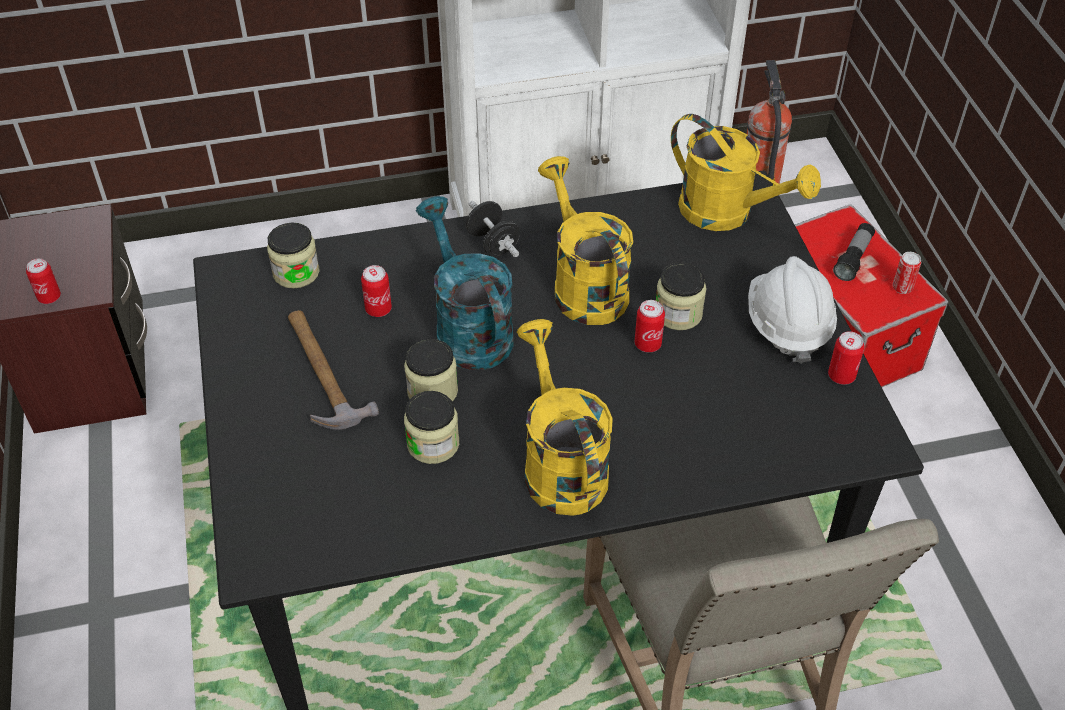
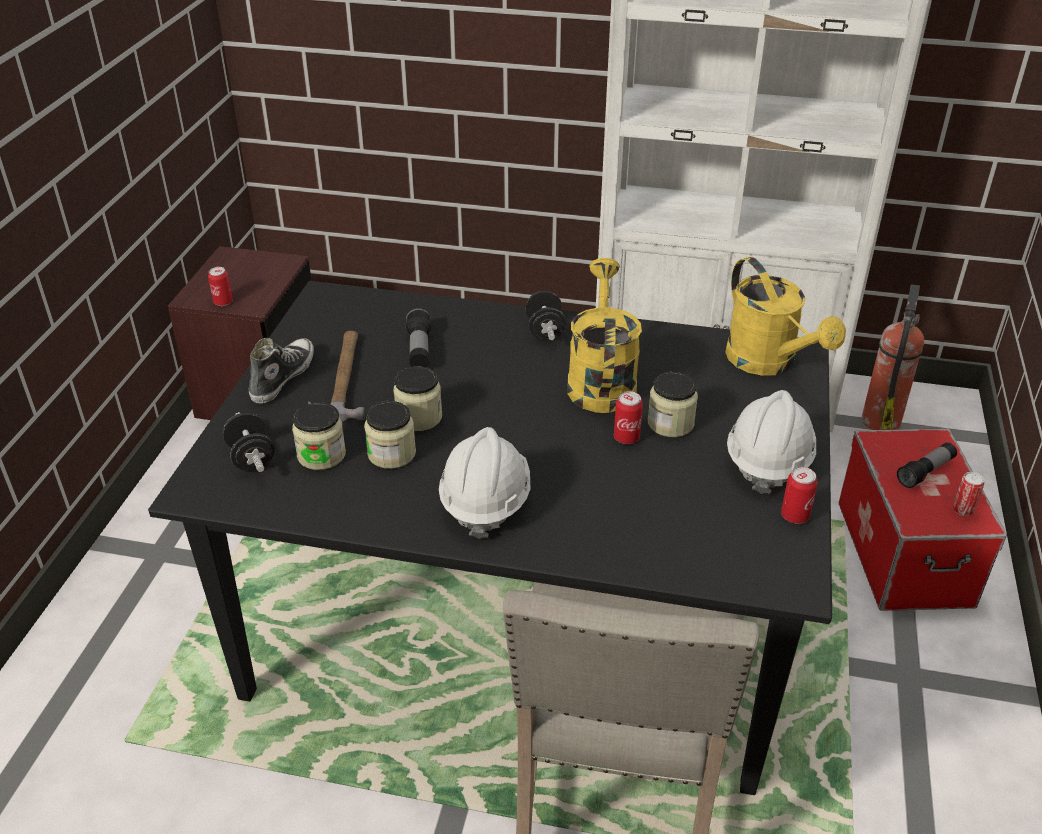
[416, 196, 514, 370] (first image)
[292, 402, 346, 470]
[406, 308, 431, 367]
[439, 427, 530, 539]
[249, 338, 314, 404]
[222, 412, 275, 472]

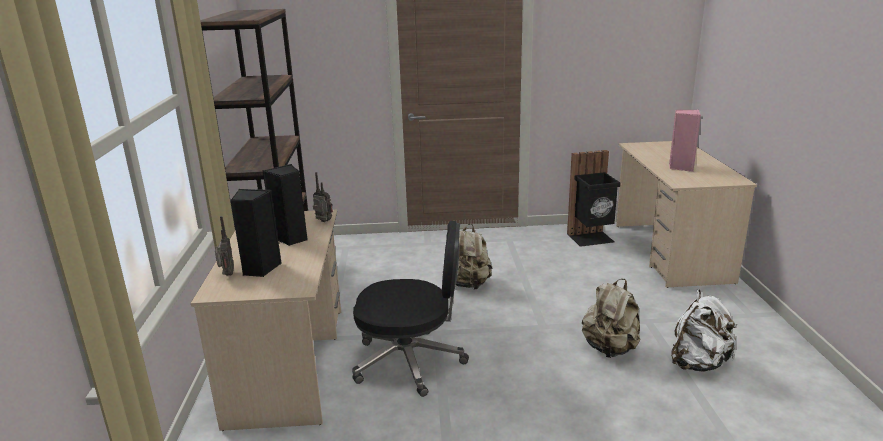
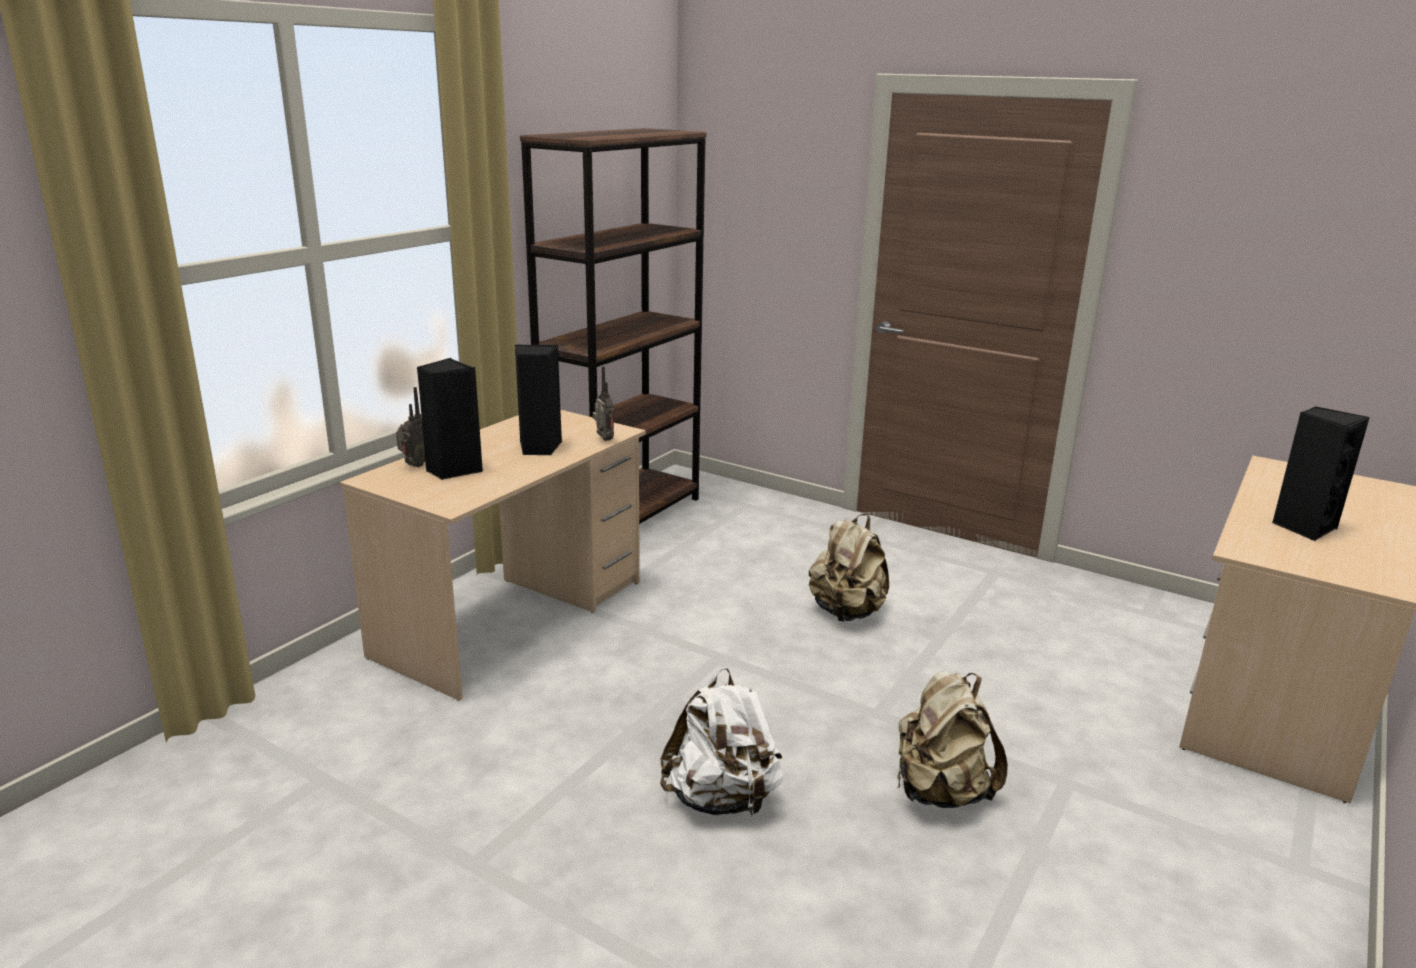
[1272, 406, 1370, 541]
[567, 150, 621, 247] (first image)
[352, 221, 469, 397] (first image)
[660, 667, 783, 815]

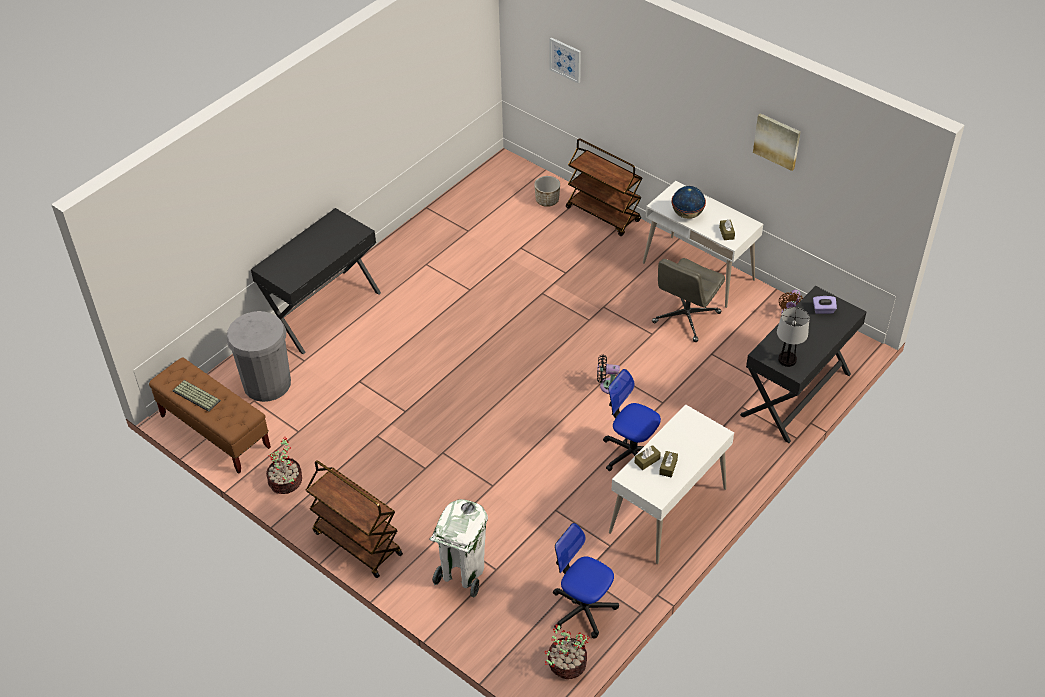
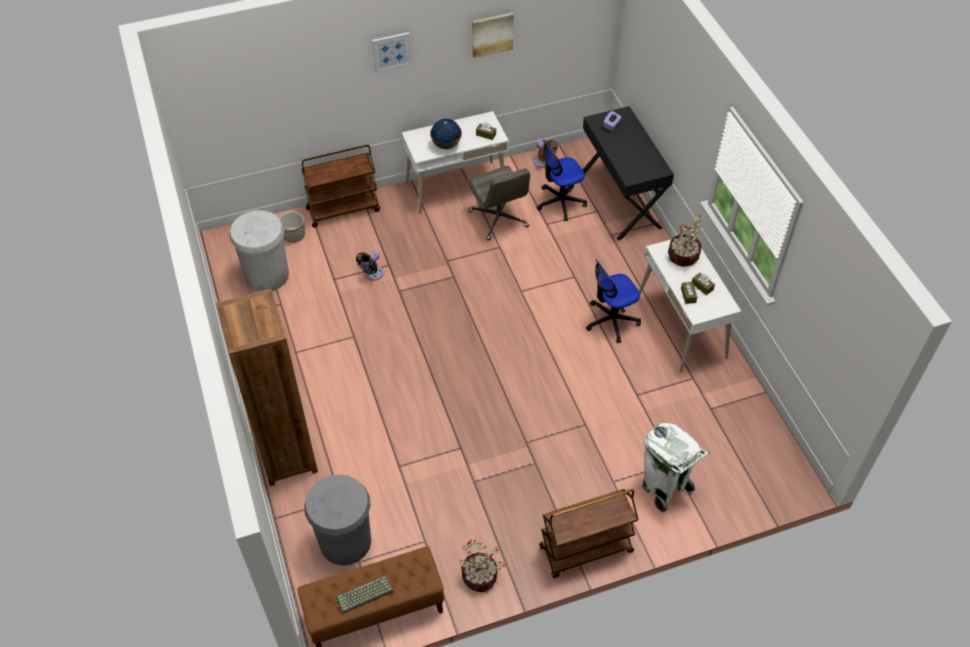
[372, 32, 412, 72]
[216, 289, 318, 486]
[777, 307, 809, 367] (first image)
[356, 251, 384, 281]
[537, 139, 587, 221]
[668, 215, 701, 267]
[229, 210, 289, 292]

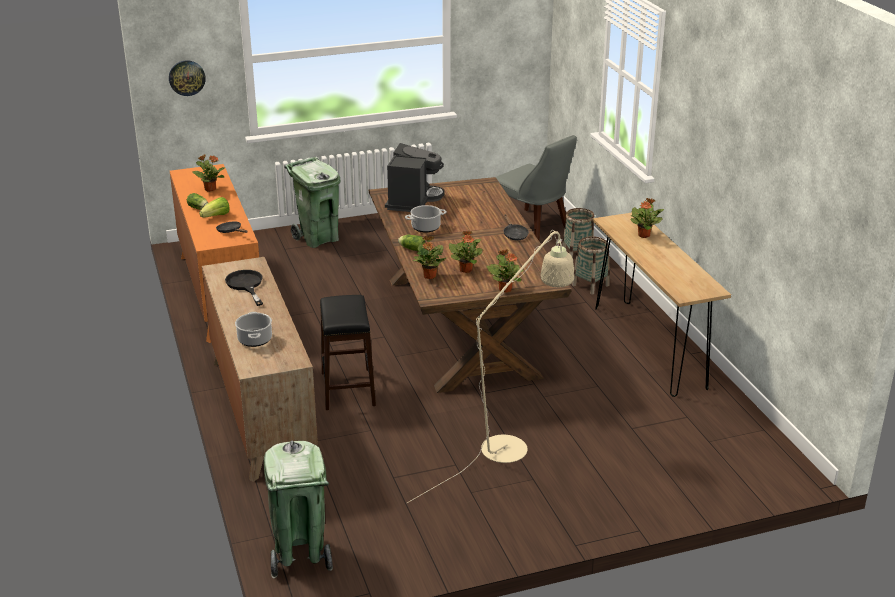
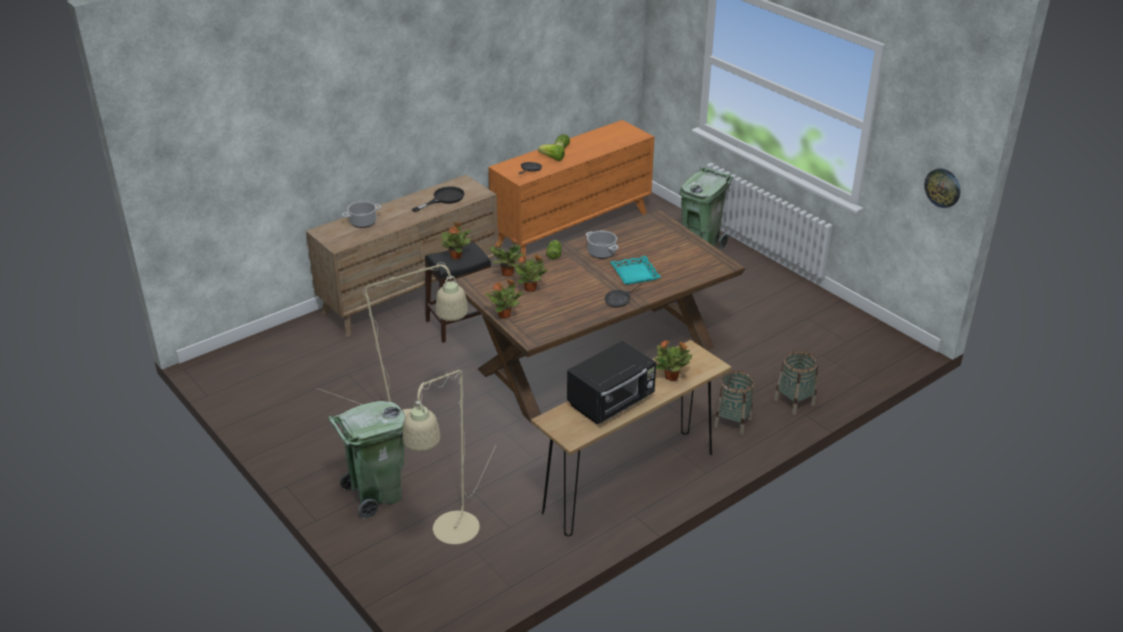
[924, 168, 960, 208]
[496, 135, 577, 241] (first image)
[385, 143, 444, 212] (first image)
[441, 222, 471, 260]
[328, 401, 406, 519]
[610, 256, 661, 285]
[567, 341, 656, 424]
[403, 370, 496, 545]

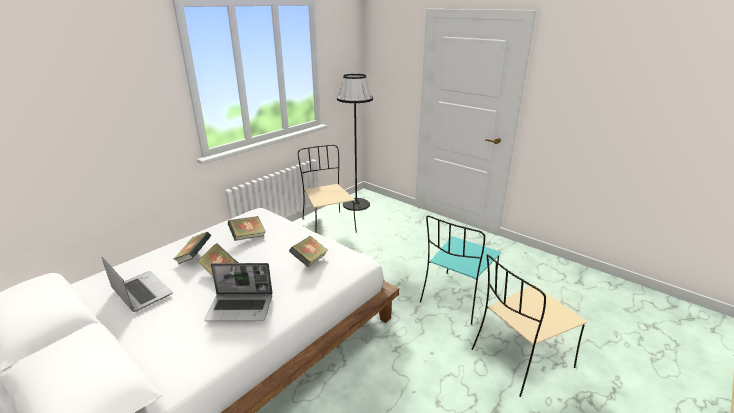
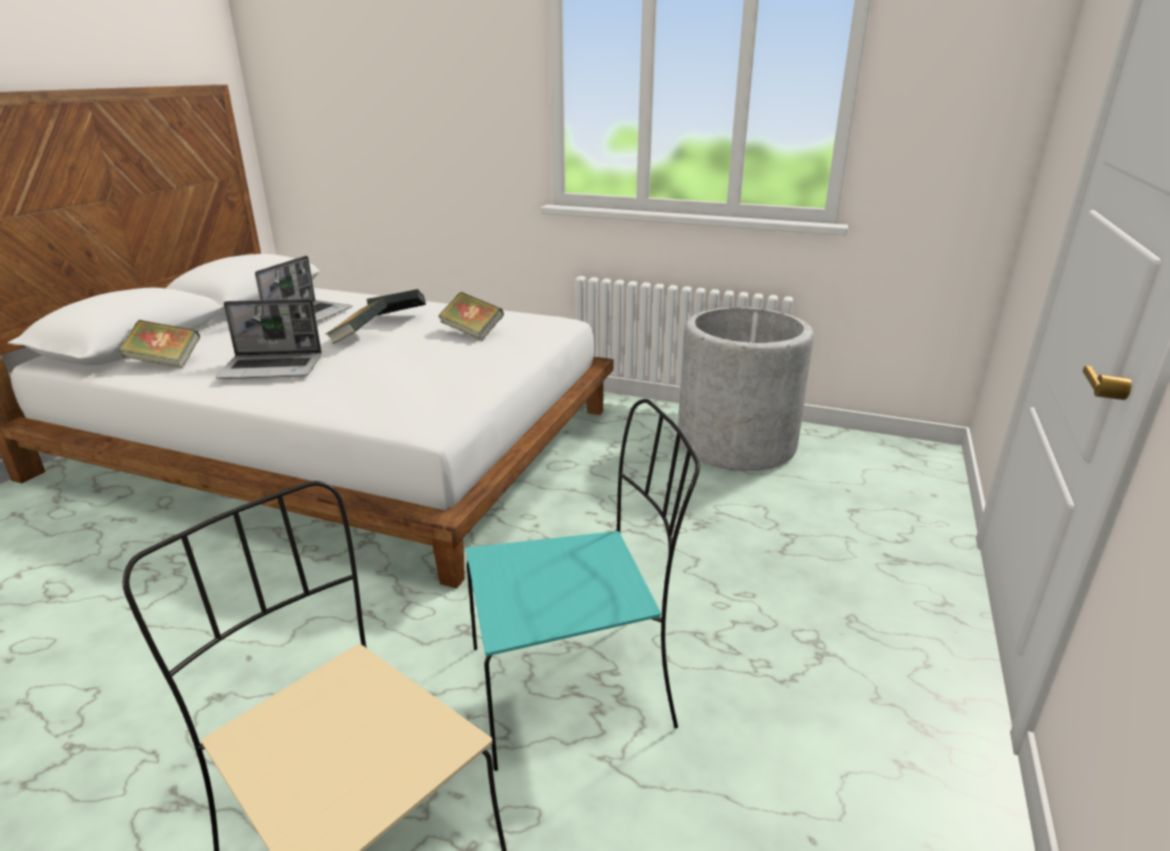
[337, 74, 373, 211] (first image)
[678, 307, 814, 471]
[466, 399, 700, 771]
[118, 320, 200, 368]
[216, 299, 322, 379]

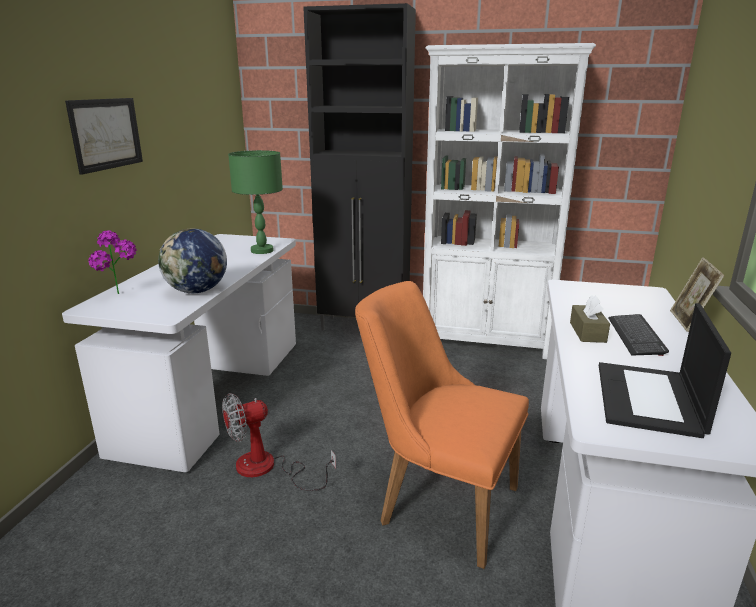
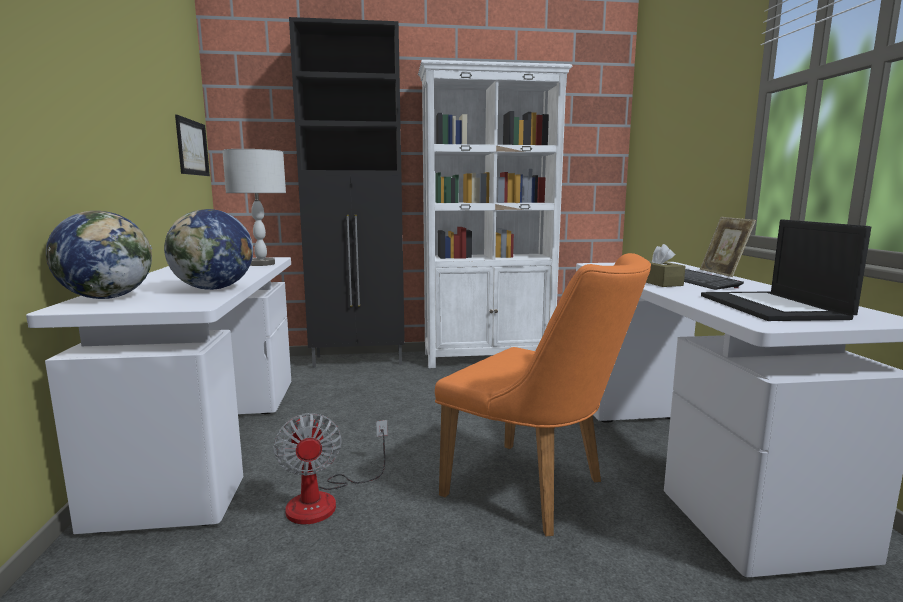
[175, 115, 210, 176]
[222, 149, 286, 266]
[46, 211, 152, 299]
[435, 253, 651, 536]
[273, 413, 387, 524]

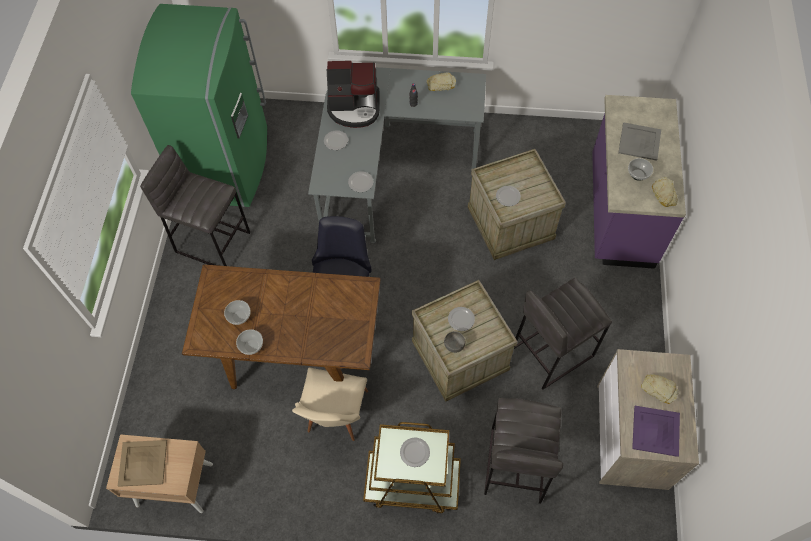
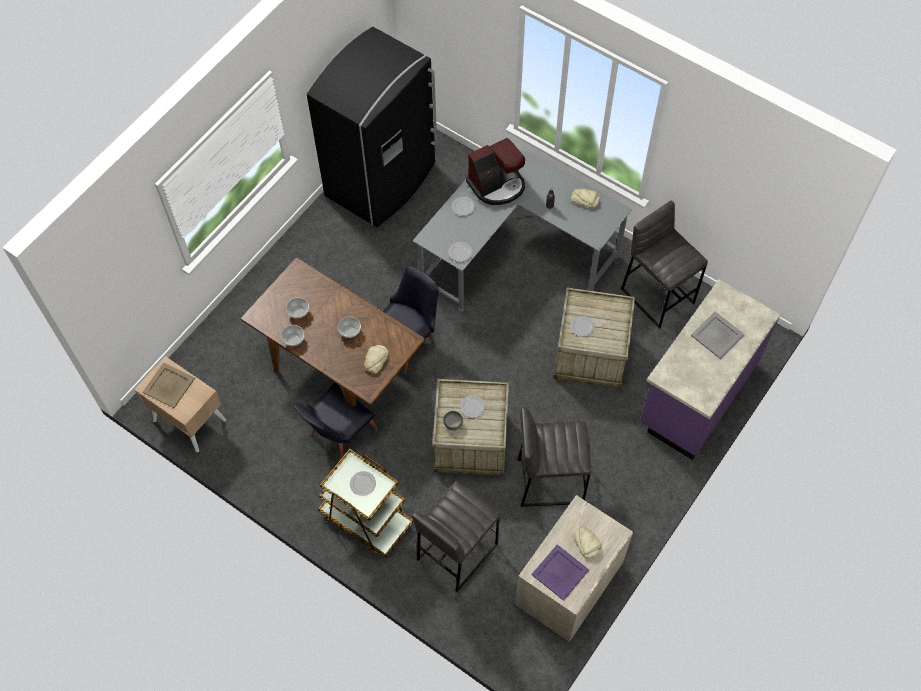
[307, 27, 437, 227]
[466, 138, 525, 205]
[621, 200, 708, 329]
[338, 317, 361, 338]
[364, 345, 389, 374]
[293, 383, 378, 459]

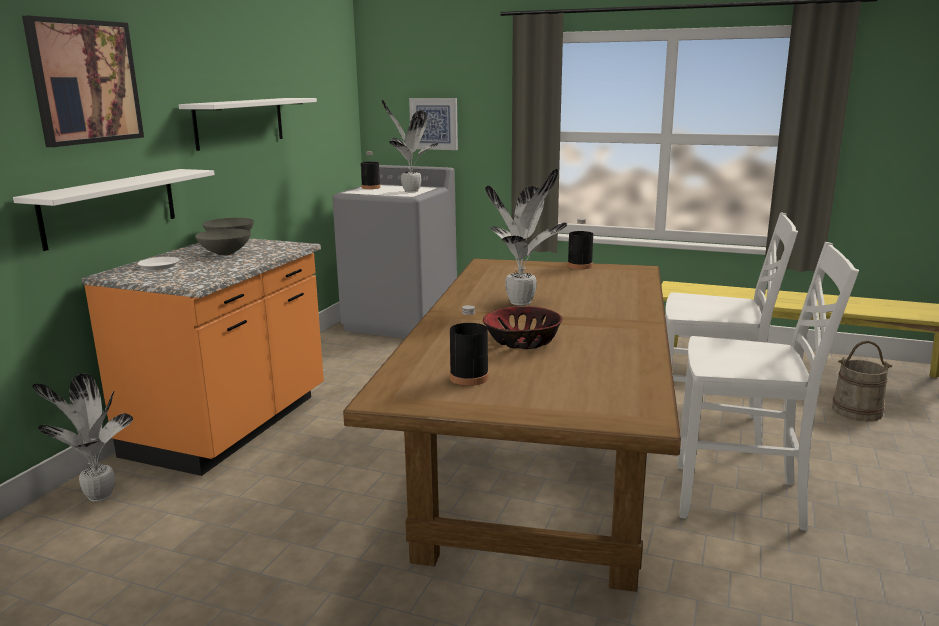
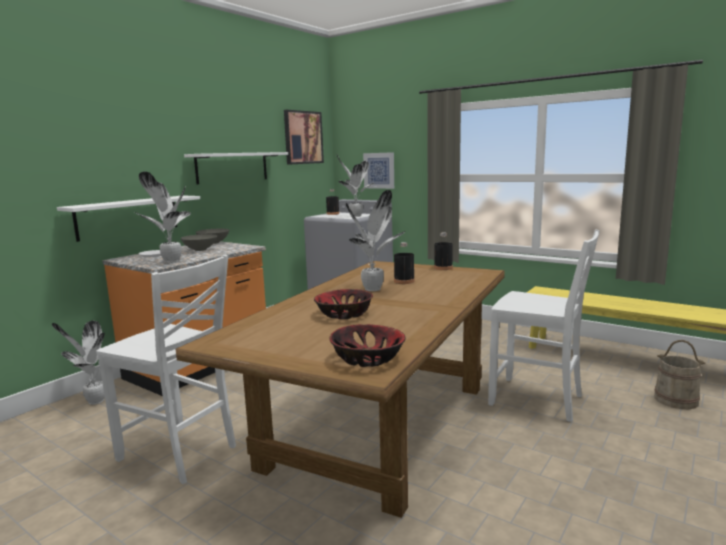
[284, 110, 324, 165]
[96, 255, 236, 484]
[394, 242, 415, 284]
[135, 172, 191, 263]
[330, 324, 406, 367]

